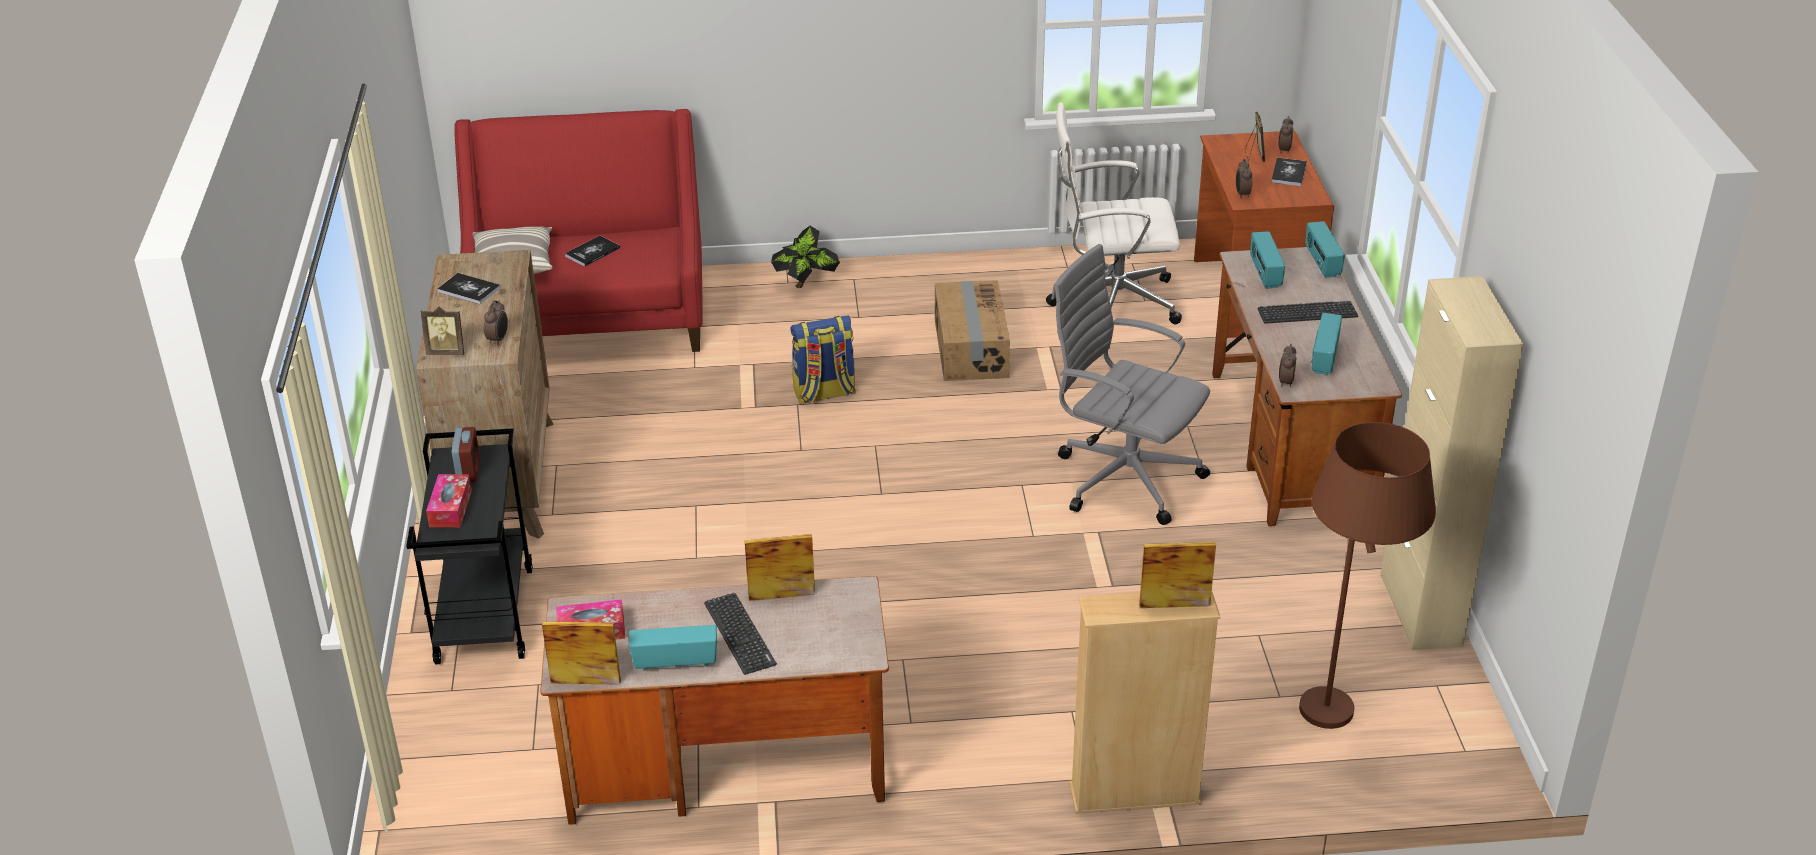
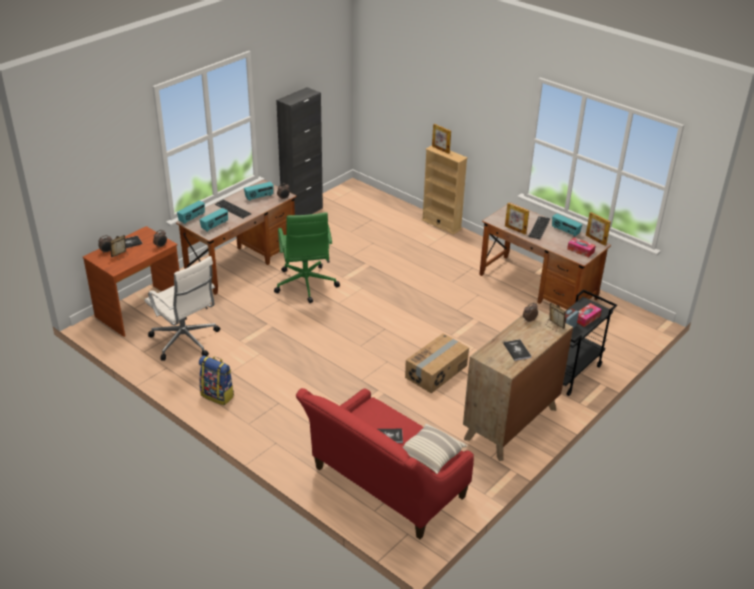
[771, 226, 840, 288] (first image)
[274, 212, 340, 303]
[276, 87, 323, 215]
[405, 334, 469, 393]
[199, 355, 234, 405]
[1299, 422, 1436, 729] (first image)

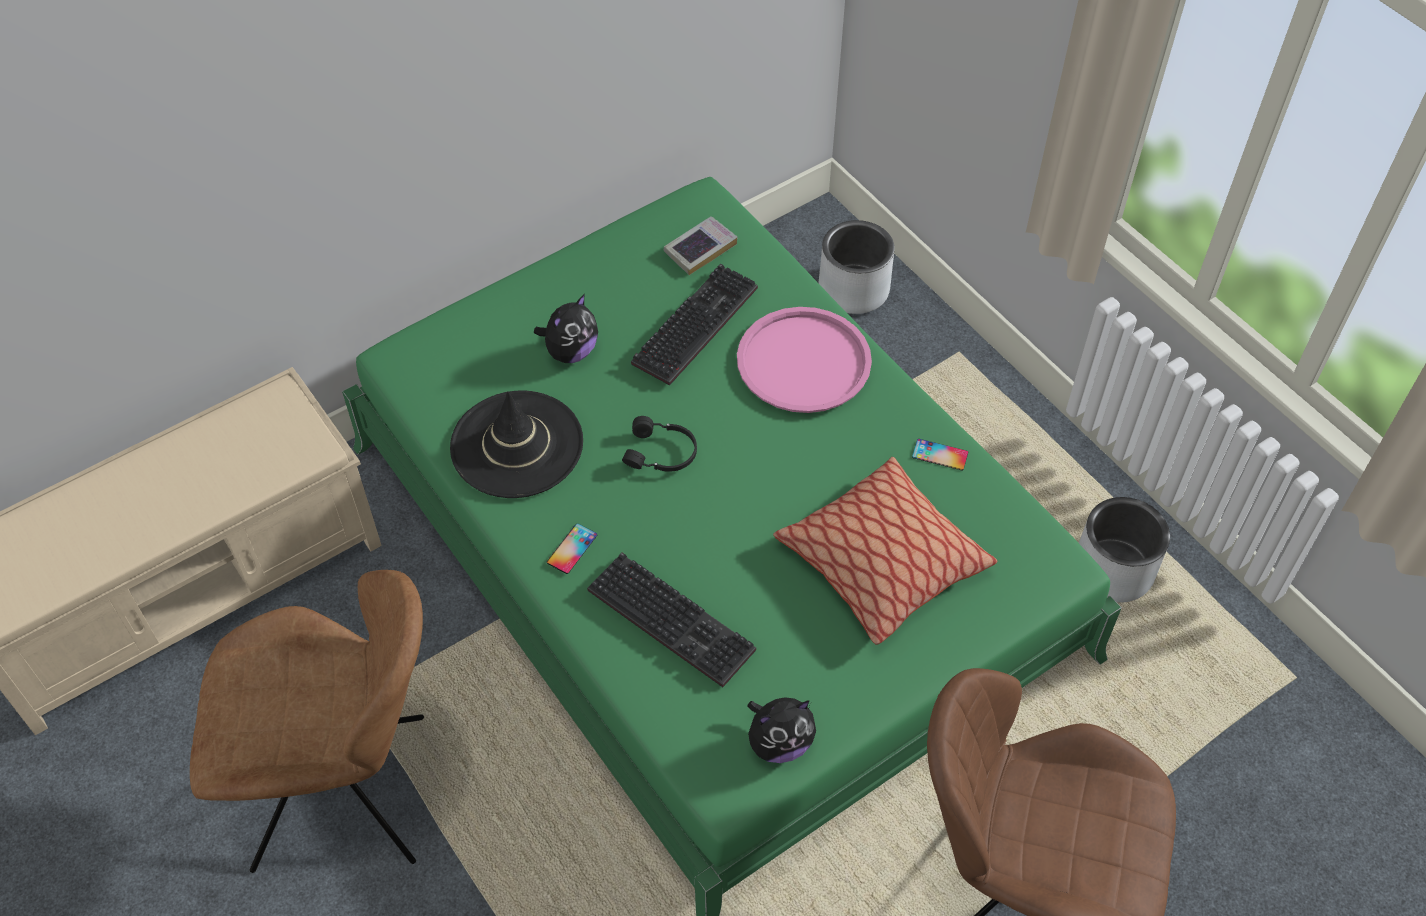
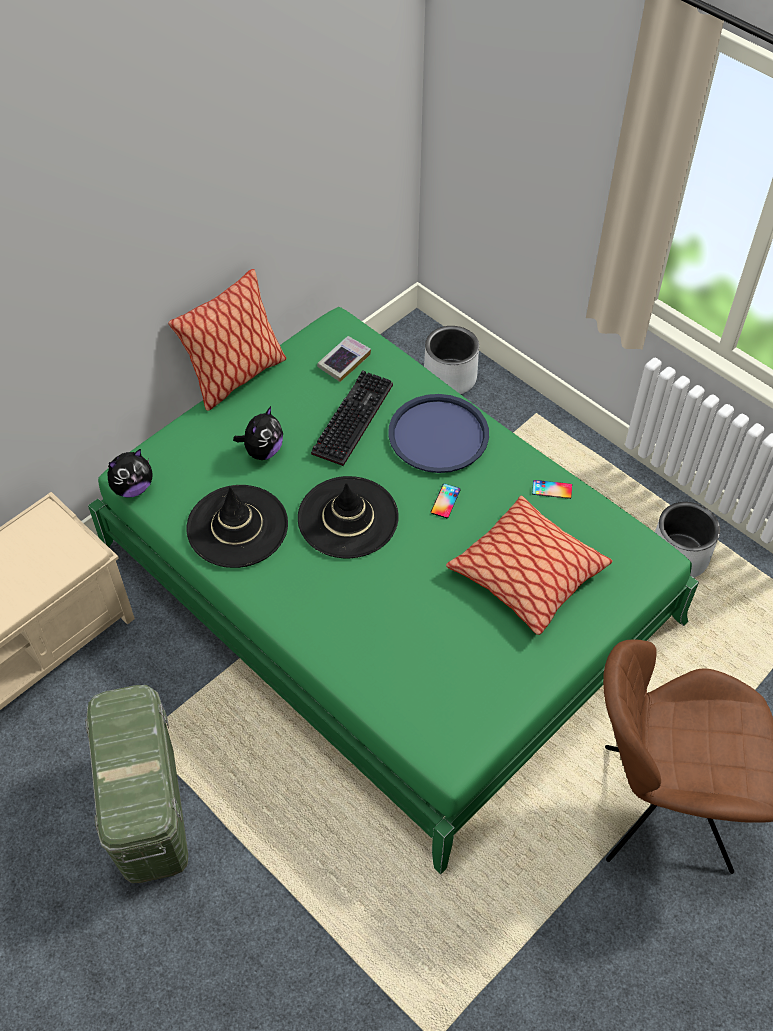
[388, 394, 489, 473]
[298, 476, 399, 558]
[431, 483, 460, 518]
[587, 552, 756, 687] (first image)
[85, 685, 188, 883]
[107, 449, 153, 497]
[168, 269, 287, 411]

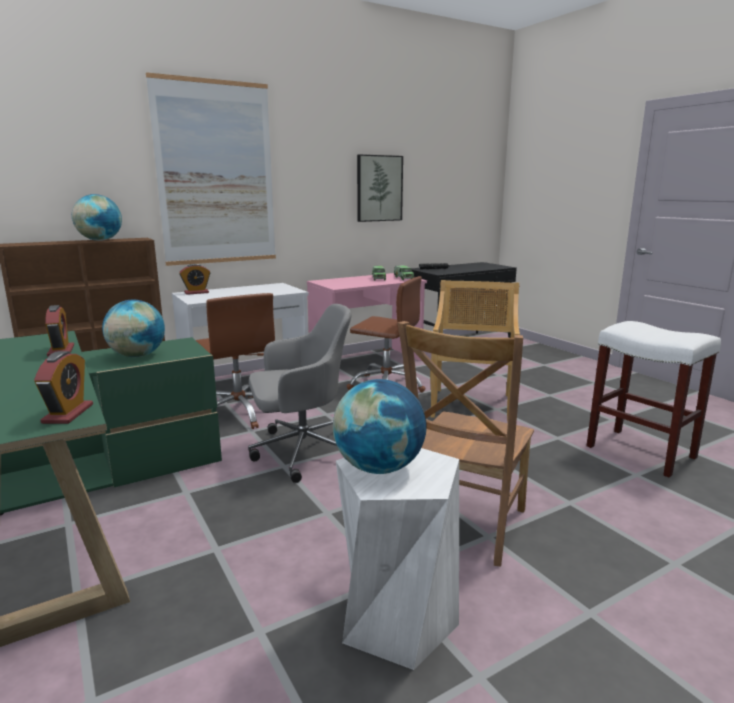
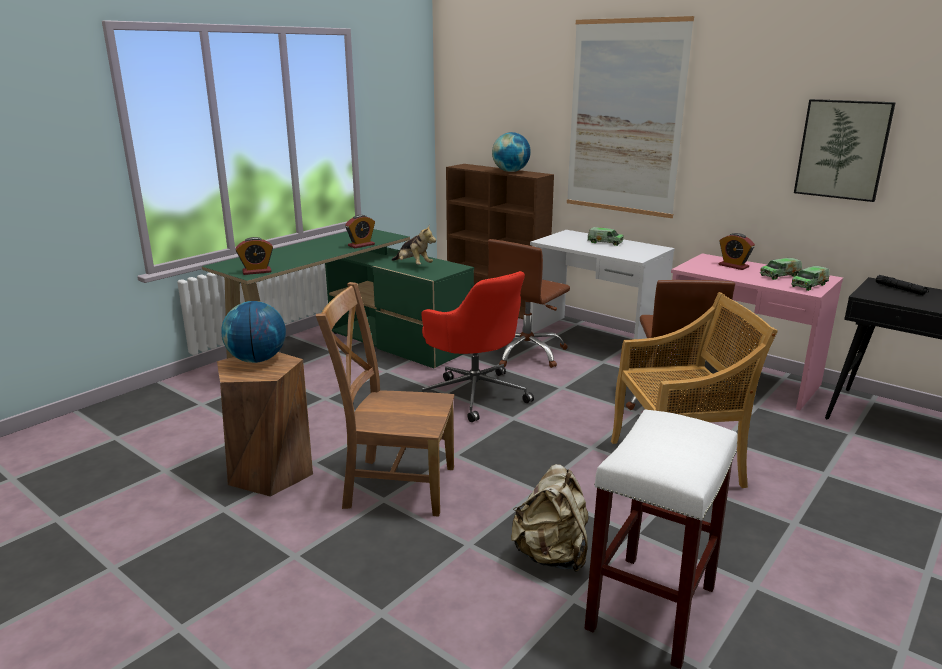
[719, 233, 755, 270]
[392, 226, 436, 265]
[421, 271, 534, 422]
[217, 352, 313, 497]
[587, 227, 624, 246]
[511, 464, 588, 572]

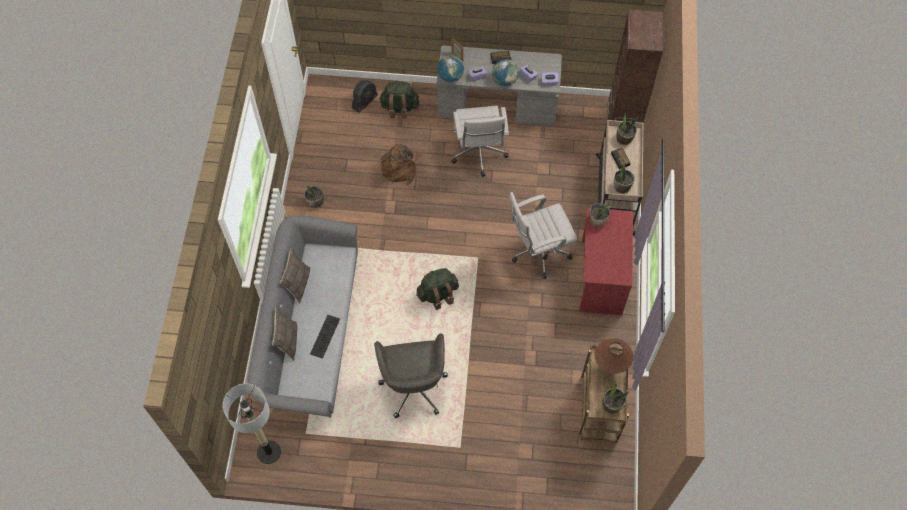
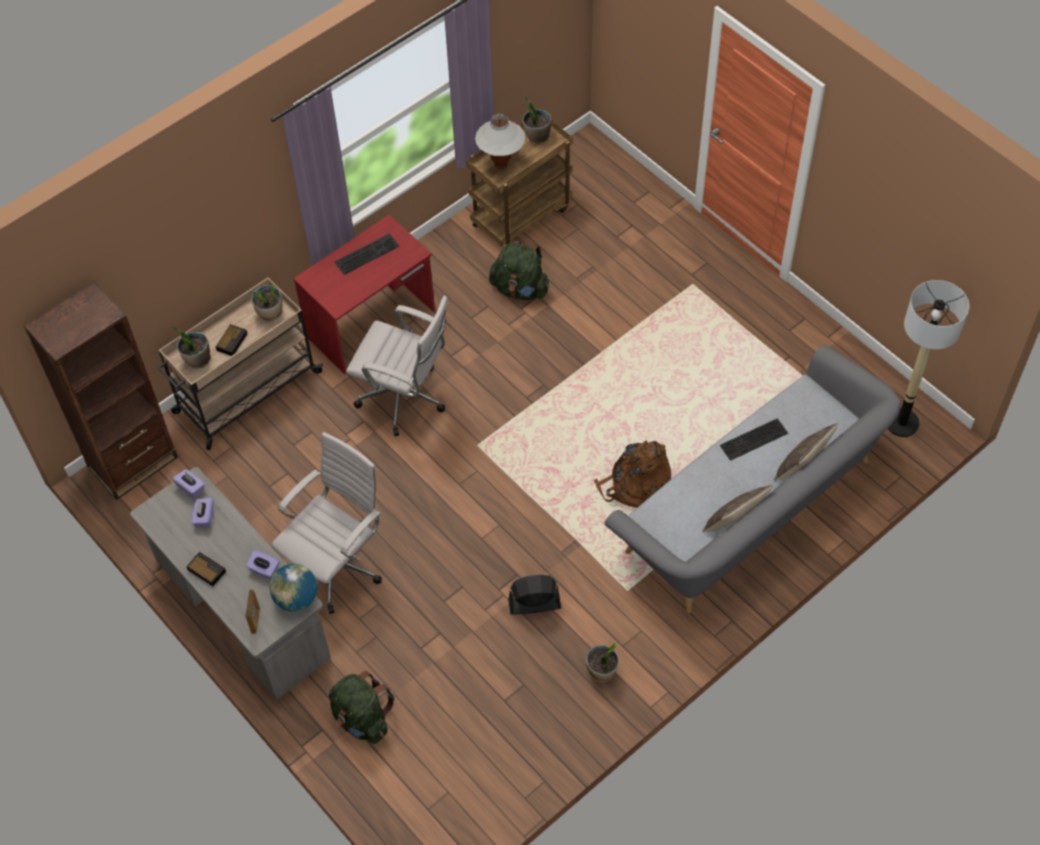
[492, 59, 519, 86] (first image)
[508, 575, 561, 615]
[594, 441, 671, 508]
[589, 203, 612, 227] (first image)
[489, 240, 550, 300]
[374, 333, 448, 418] (first image)
[475, 114, 525, 169]
[335, 233, 399, 275]

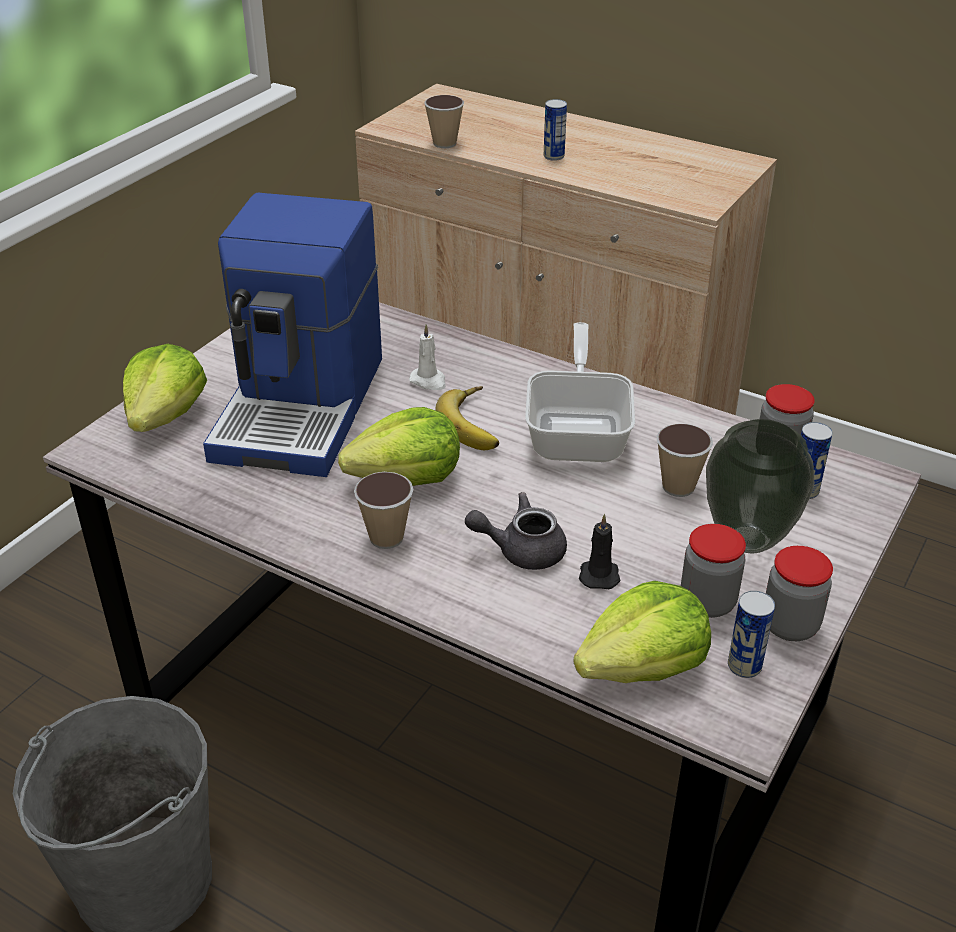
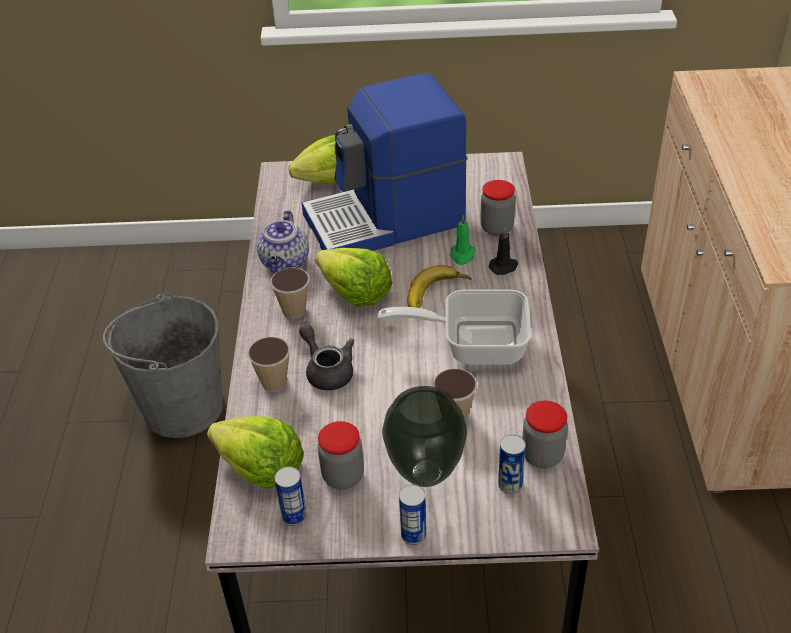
[248, 337, 290, 392]
[399, 484, 426, 545]
[378, 289, 531, 364]
[450, 215, 476, 265]
[489, 228, 518, 275]
[480, 180, 515, 235]
[257, 210, 309, 274]

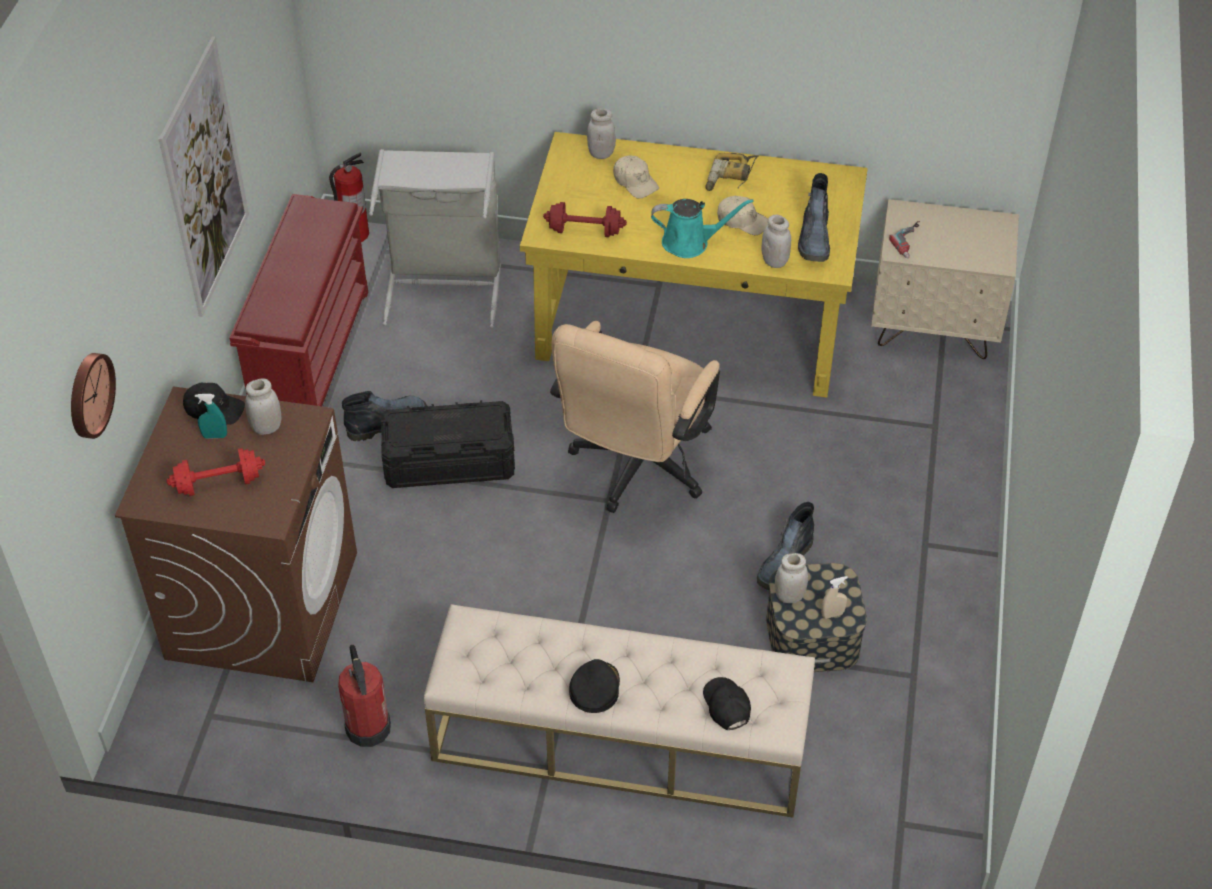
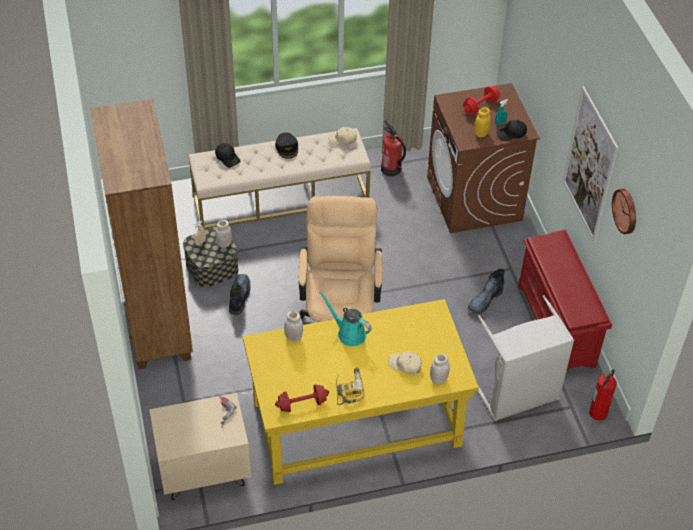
[798, 173, 830, 262] (first image)
[328, 127, 357, 145]
[319, 291, 372, 346]
[275, 384, 329, 412]
[612, 189, 636, 234]
[474, 107, 491, 137]
[380, 400, 515, 488] (first image)
[91, 99, 193, 369]

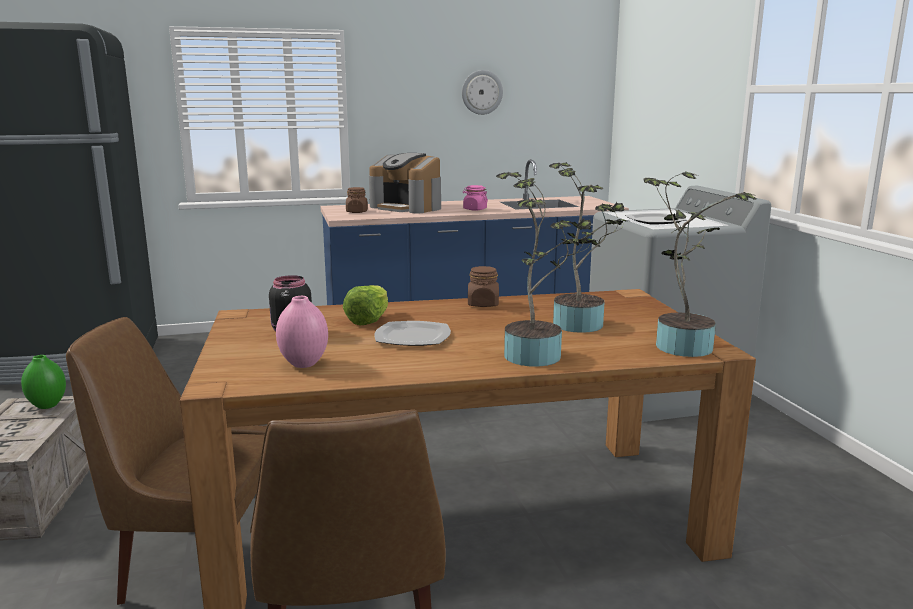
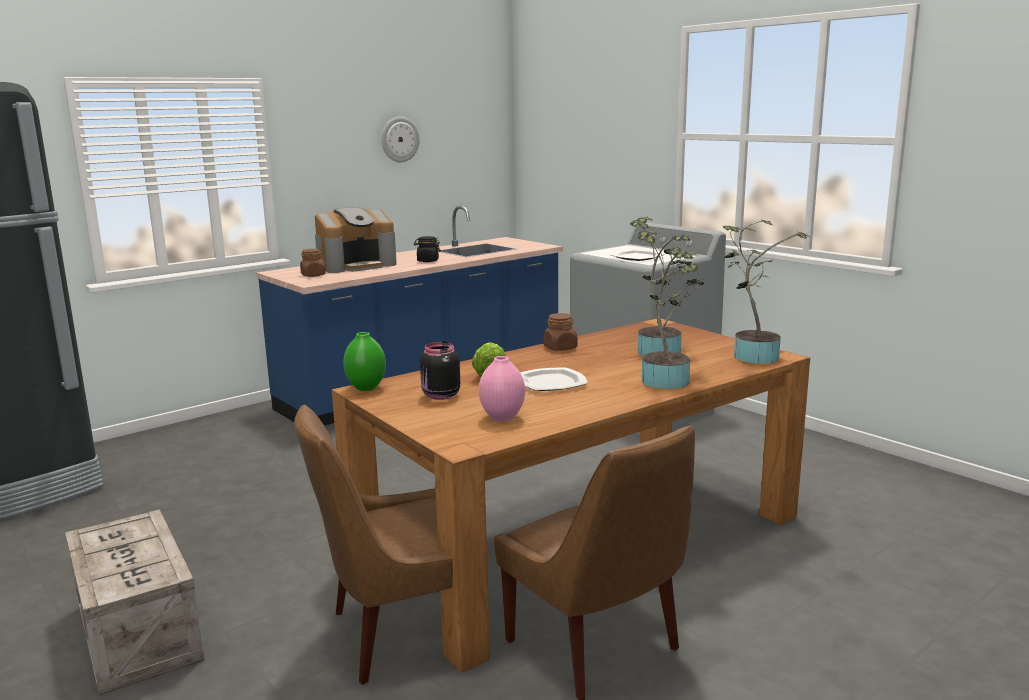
[315, 207, 397, 273]
[414, 236, 441, 262]
[343, 332, 386, 391]

